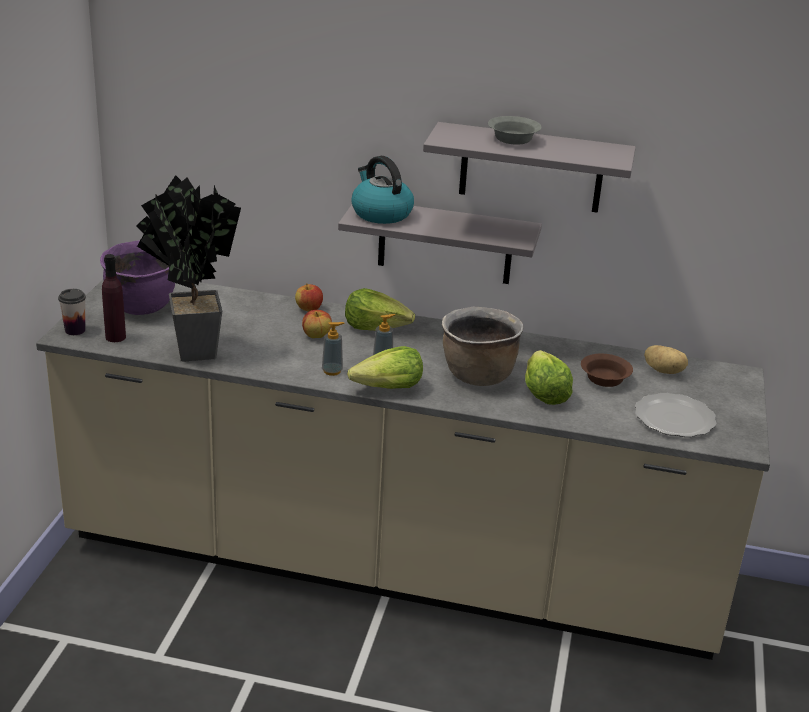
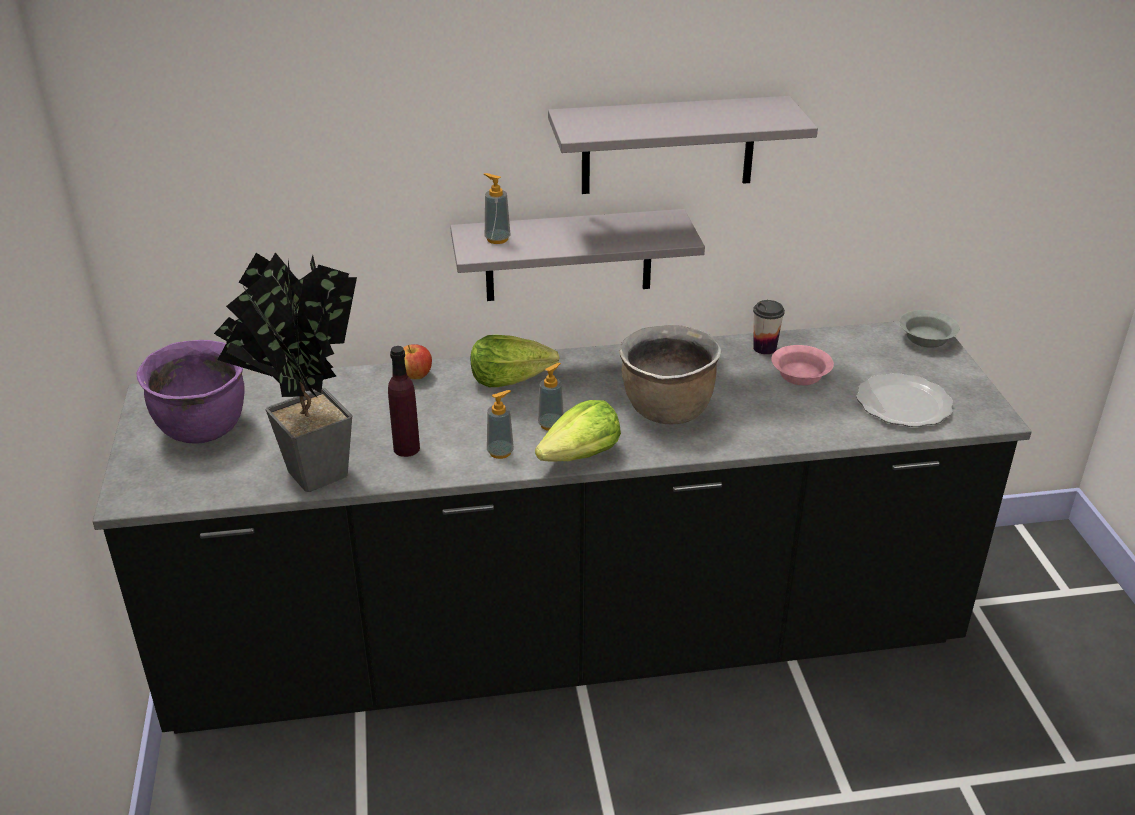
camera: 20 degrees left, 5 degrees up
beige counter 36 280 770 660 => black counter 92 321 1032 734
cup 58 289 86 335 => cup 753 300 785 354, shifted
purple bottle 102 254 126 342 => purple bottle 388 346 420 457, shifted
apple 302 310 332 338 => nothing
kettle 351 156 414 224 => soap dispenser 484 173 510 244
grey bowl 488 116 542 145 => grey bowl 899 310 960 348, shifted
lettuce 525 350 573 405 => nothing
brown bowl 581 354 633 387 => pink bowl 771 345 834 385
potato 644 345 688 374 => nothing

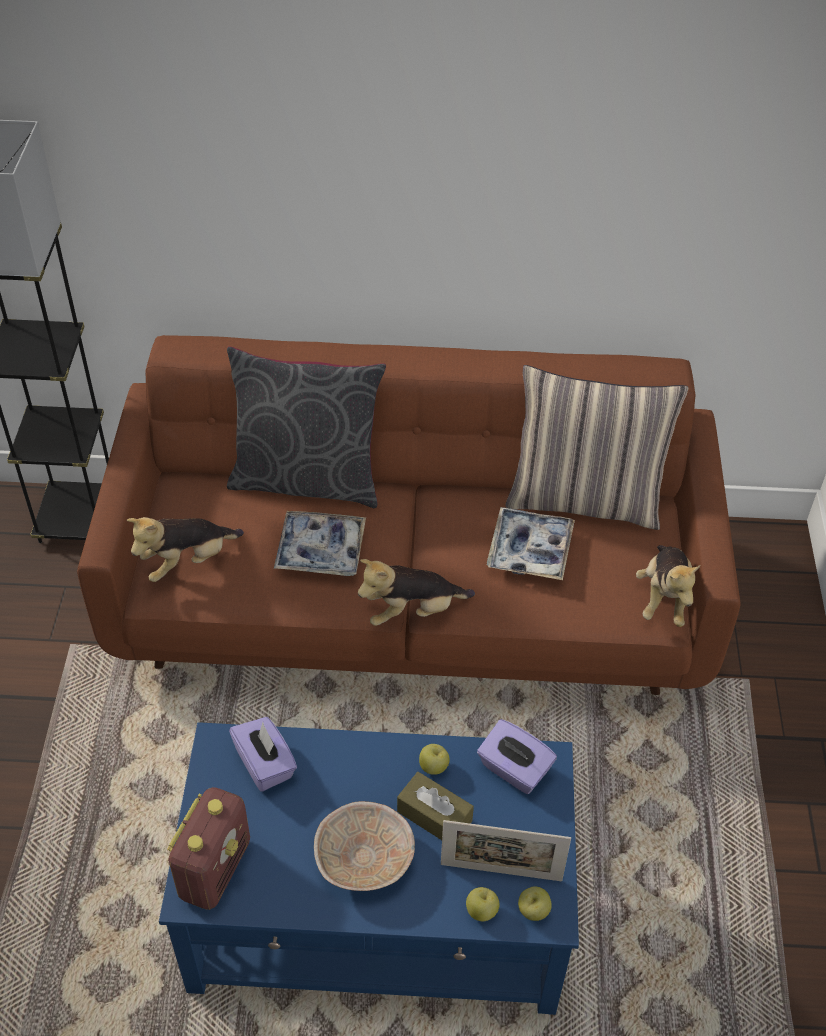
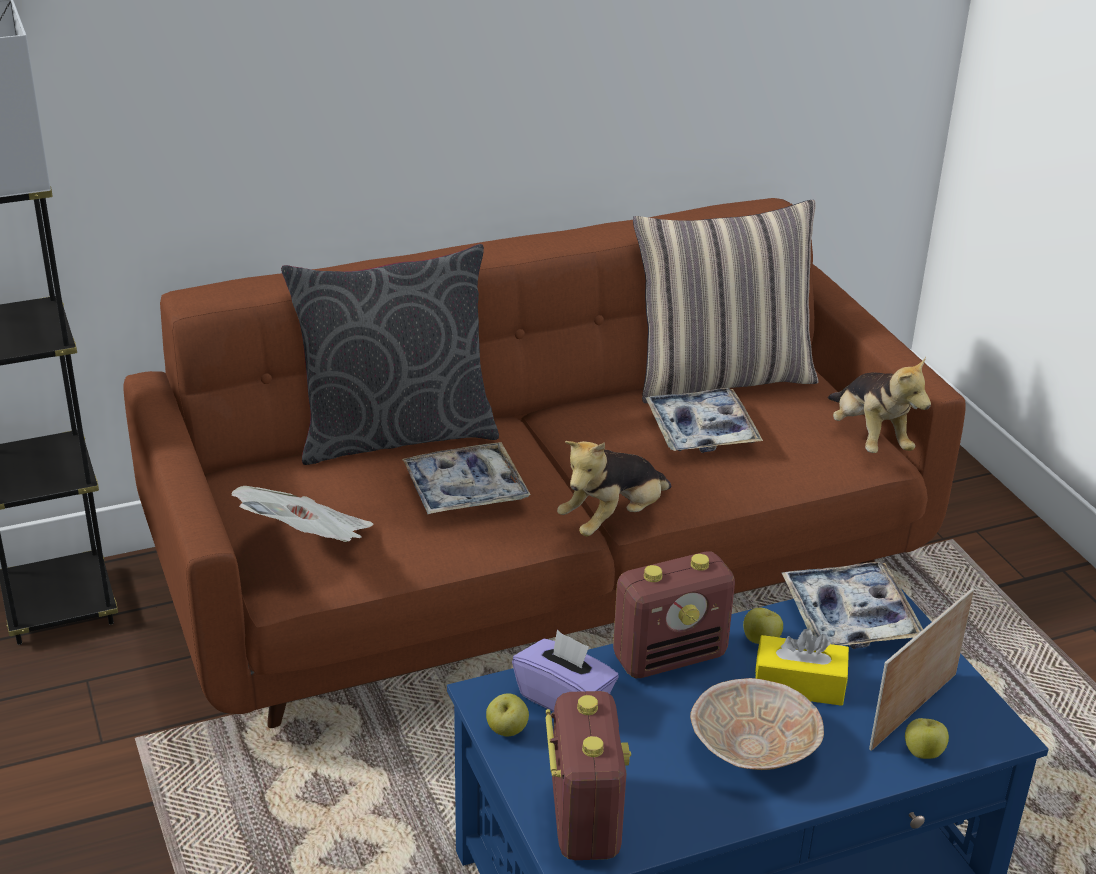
camera: 25 degrees left, 15 degrees down
plush toy 127 517 244 582 => newspaper 232 486 373 542
brown tissue box 397 772 474 840 => yellow tissue box 755 629 849 706
picture frame 441 820 571 881 => picture frame 869 588 974 751, 150 degrees clockwise
purple tissue box 477 719 557 794 => tray 782 562 923 649
apple 518 886 552 921 => apple 486 693 529 737, shifted
nothing => radio 613 551 735 678

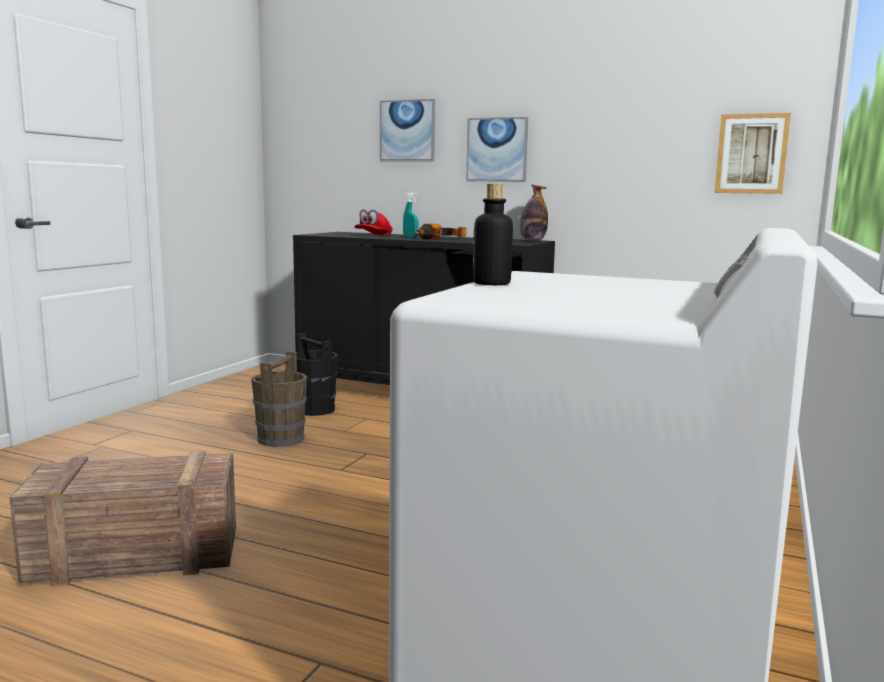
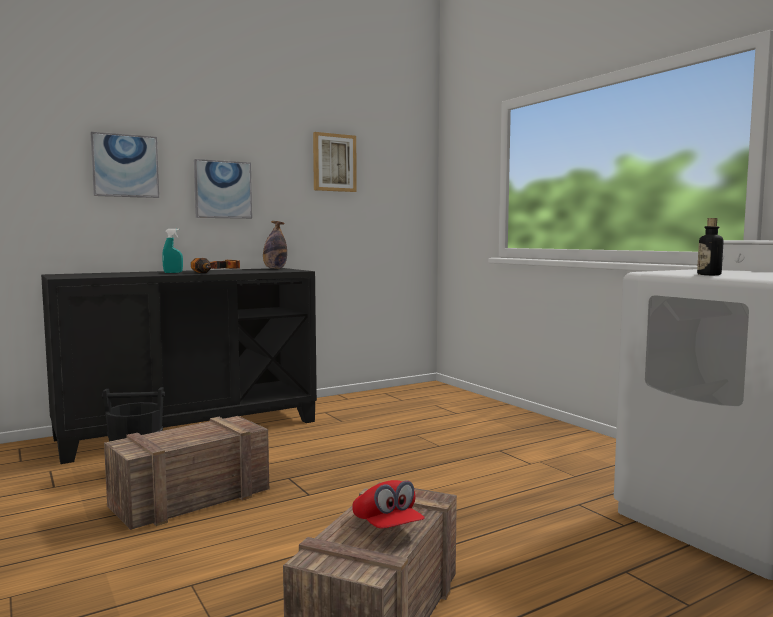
camera: 55 degrees left, 5 degrees down
brown bucket 251 351 307 447 => crate 104 416 269 530
red cap 354 209 392 236 => red cap 352 480 425 529, shifted
picture 714 113 791 194 => picture 313 132 357 192, shifted

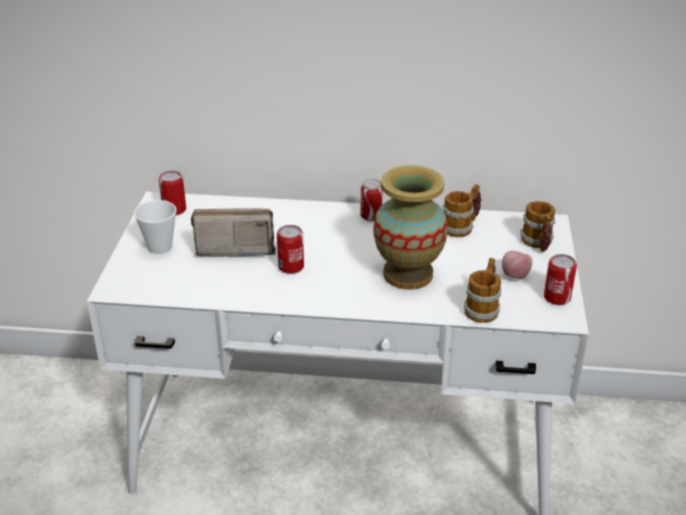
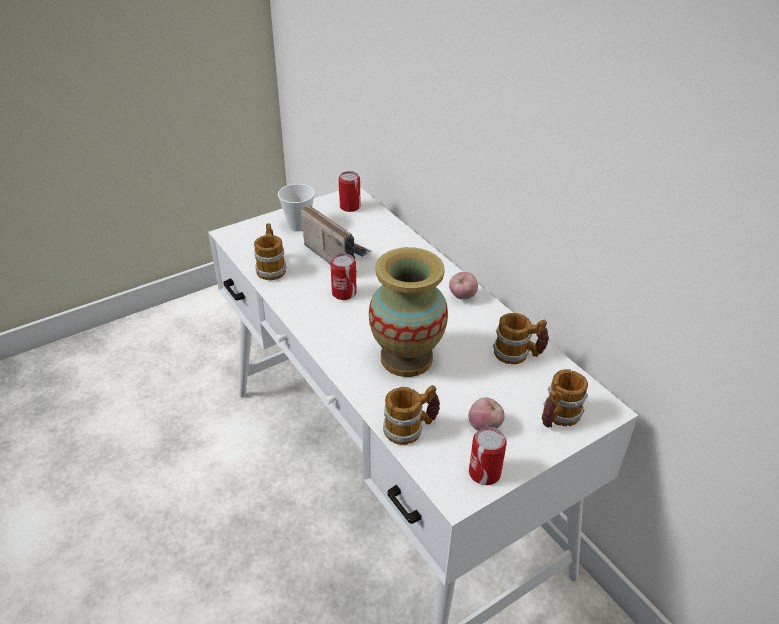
camera: 50 degrees right, 5 degrees up
can 360 179 383 222 => apple 449 272 478 300
nothing => mug 254 224 286 280

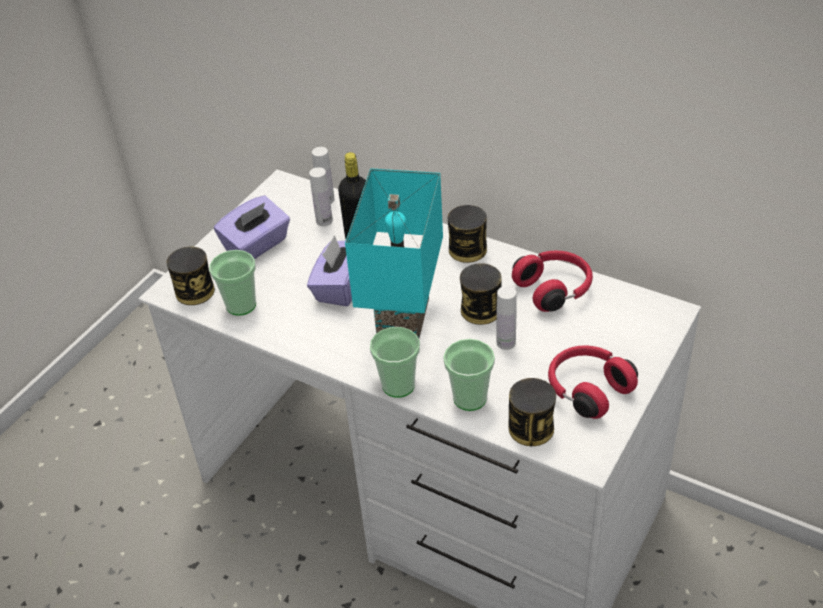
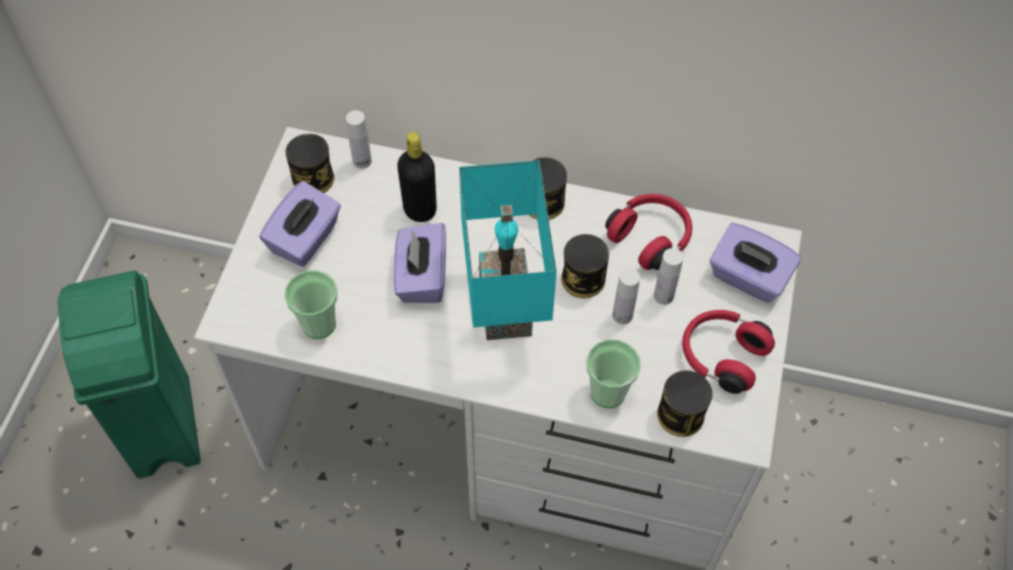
camera: 20 degrees left, 15 degrees up
can 166 246 215 305 => can 285 134 334 193, shifted
white bottle 309 167 333 226 => white bottle 654 248 683 305, shifted
cup 370 327 420 398 => nothing
nothing => green trash can 58 271 201 478
nothing => purple tissue box 710 223 801 303

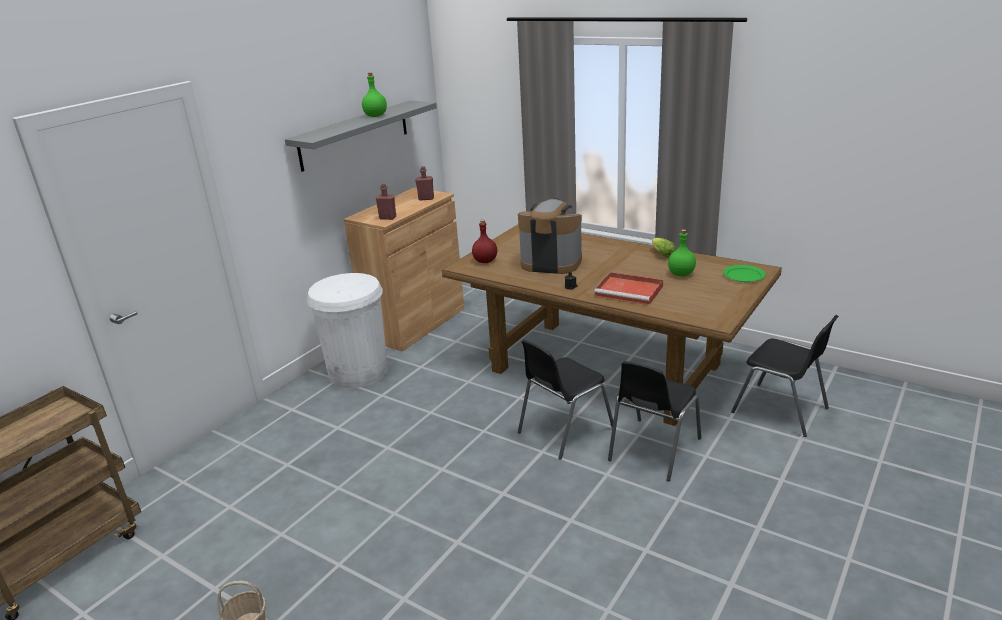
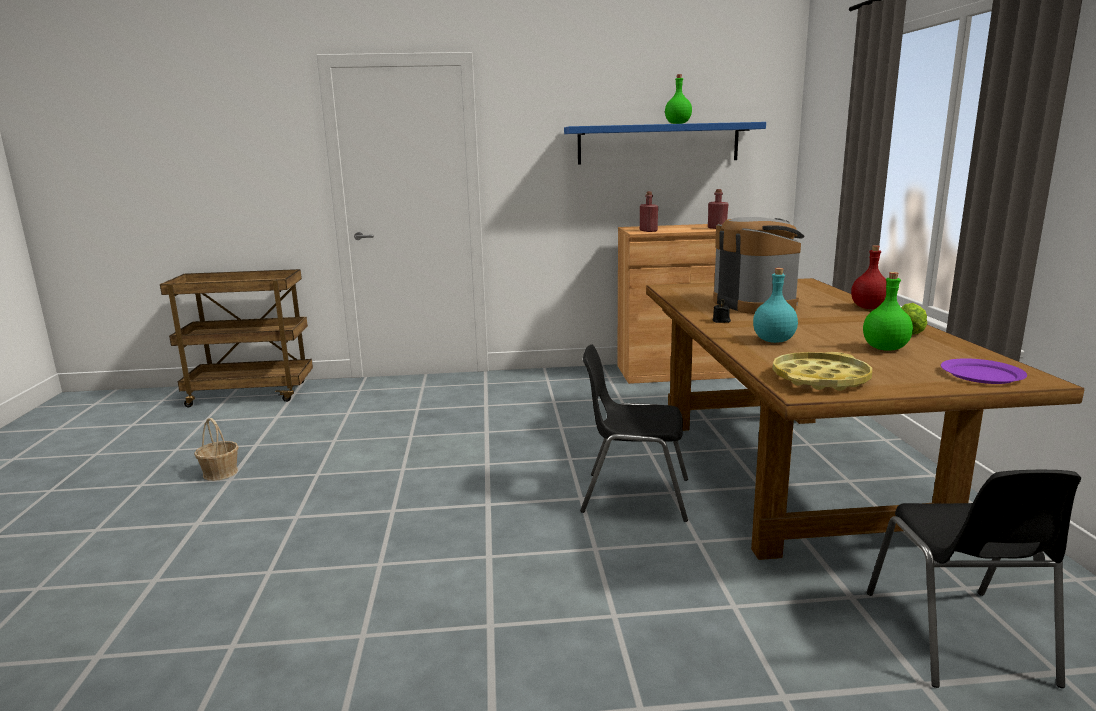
camera: 50 degrees right, 10 degrees down
grey shelf 285 100 437 172 => blue shelf 564 122 766 165
white trash can 307 273 387 388 => nothing
red bottle 472 220 497 263 => red bottle 851 245 887 309, shifted
red tray 594 272 663 305 => turquoise bottle 753 268 798 343
black chair 608 361 701 481 => nothing
green plate 723 265 766 282 => purple plate 941 358 1027 384
nothing => yellow tray 773 352 872 391

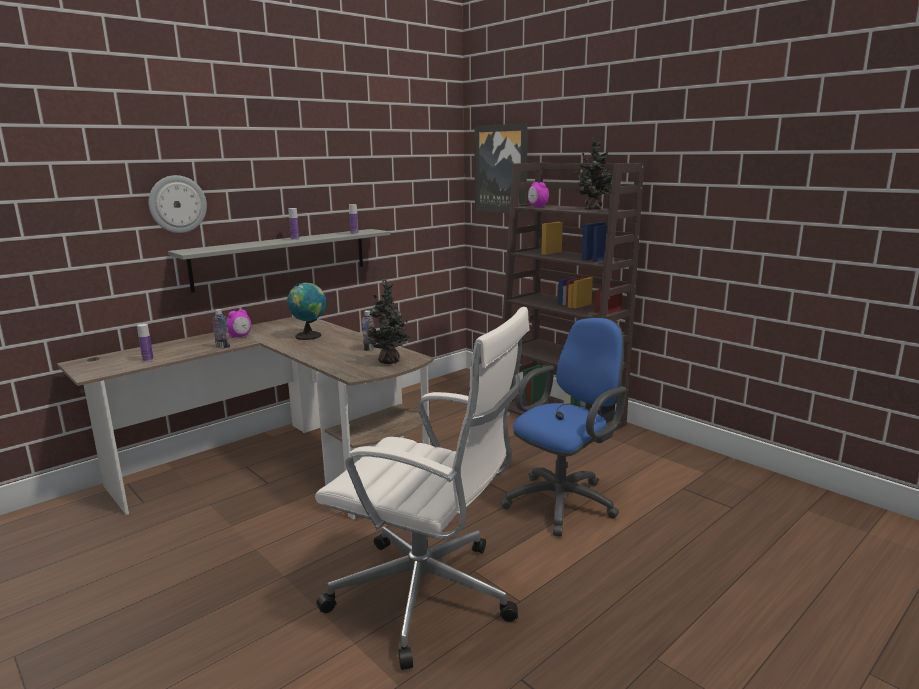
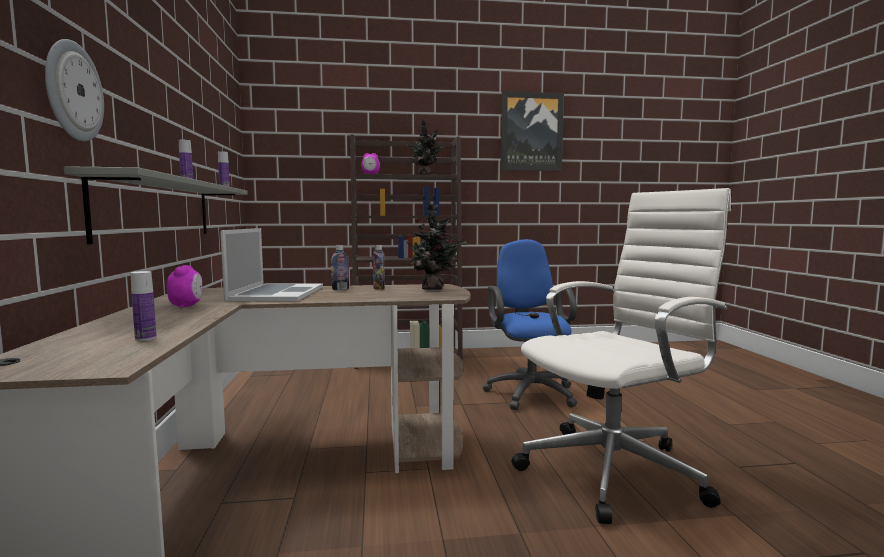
camera: 55 degrees left, 10 degrees down
bottle 213 309 230 348 => bottle 331 245 349 290, shifted
globe 287 283 326 340 => laptop 220 228 323 301
picture 474 123 528 215 => picture 501 91 564 171, shifted

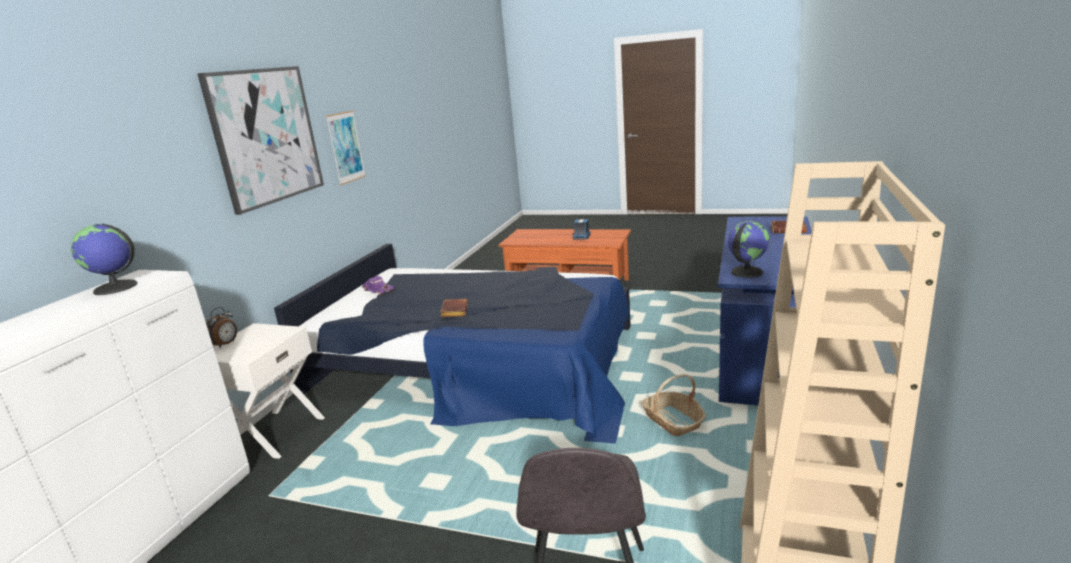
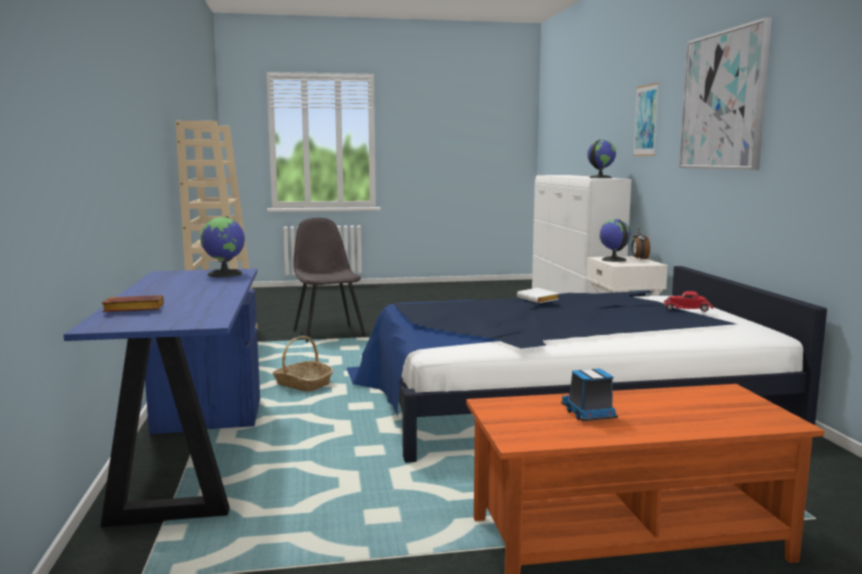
camera: 150 degrees right, 10 degrees down
picture 325 110 366 185 => picture 633 83 659 156, shifted
purple toy car 362 276 394 296 => red toy car 664 291 714 312
brown book 440 299 468 317 => white book 517 288 559 303
nothing => globe 599 219 631 262

